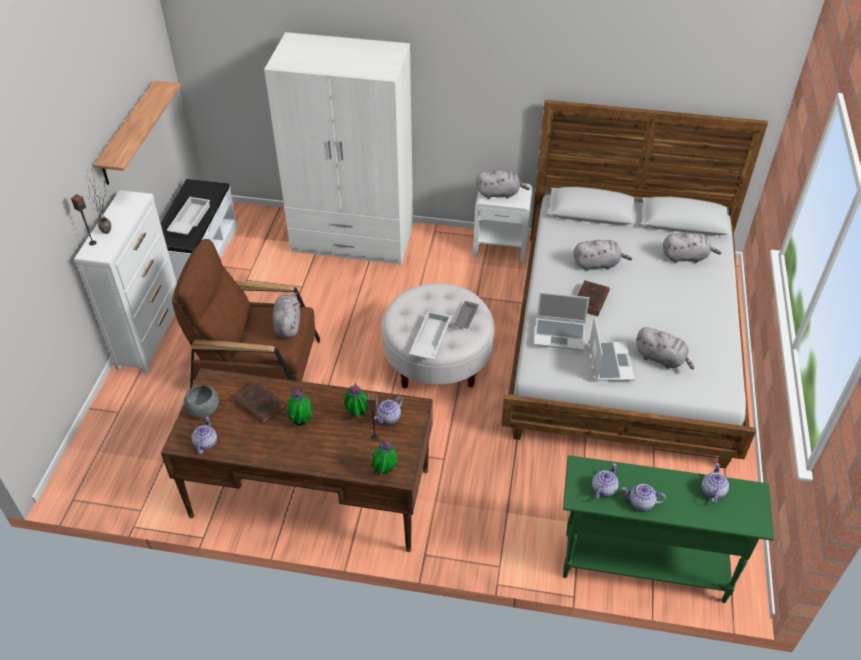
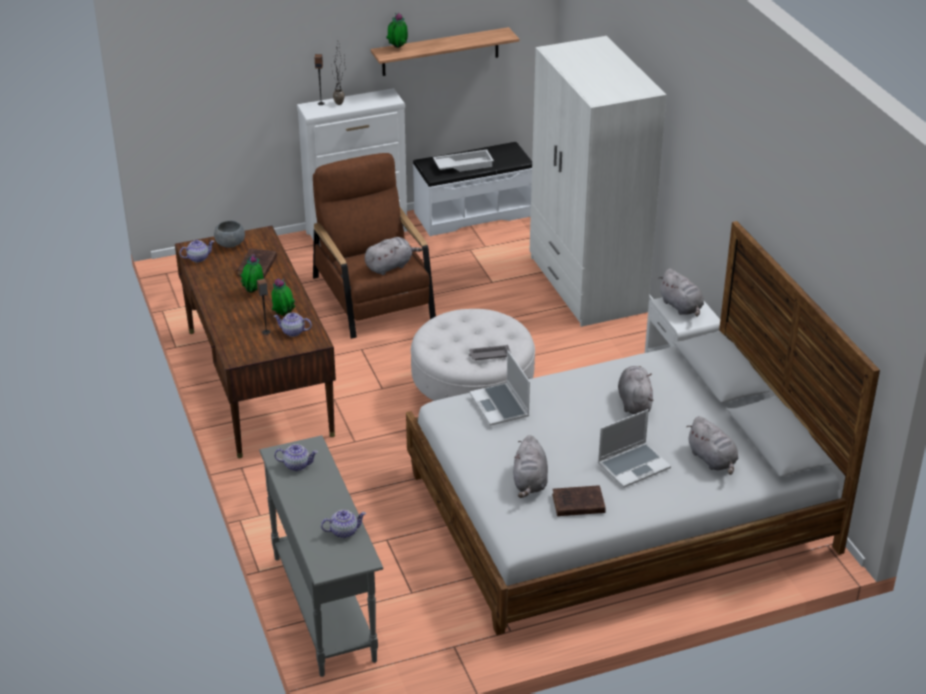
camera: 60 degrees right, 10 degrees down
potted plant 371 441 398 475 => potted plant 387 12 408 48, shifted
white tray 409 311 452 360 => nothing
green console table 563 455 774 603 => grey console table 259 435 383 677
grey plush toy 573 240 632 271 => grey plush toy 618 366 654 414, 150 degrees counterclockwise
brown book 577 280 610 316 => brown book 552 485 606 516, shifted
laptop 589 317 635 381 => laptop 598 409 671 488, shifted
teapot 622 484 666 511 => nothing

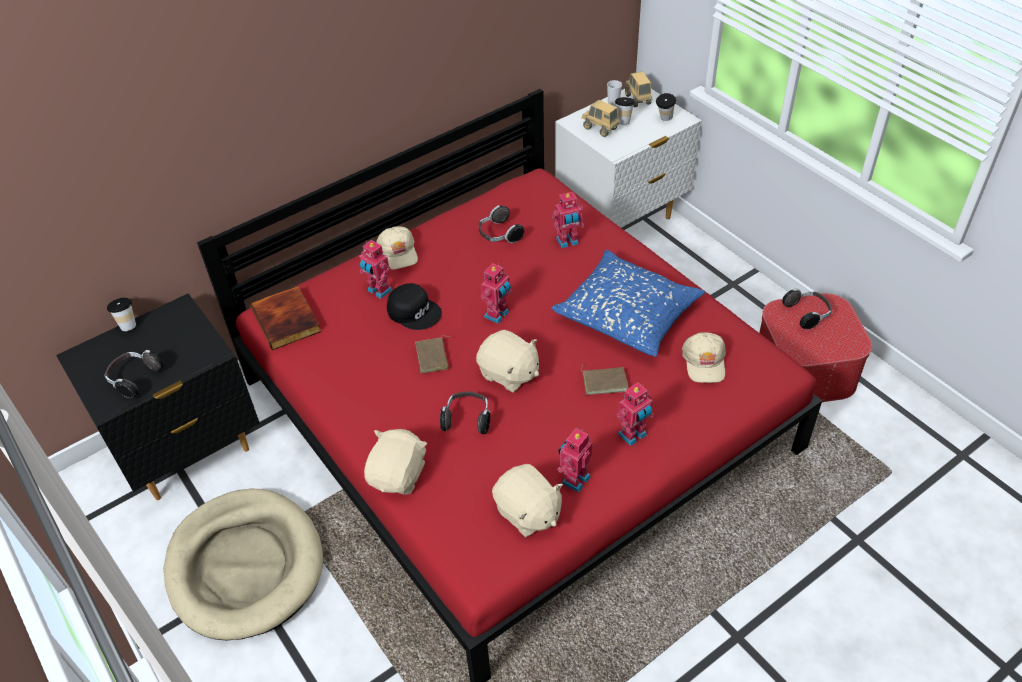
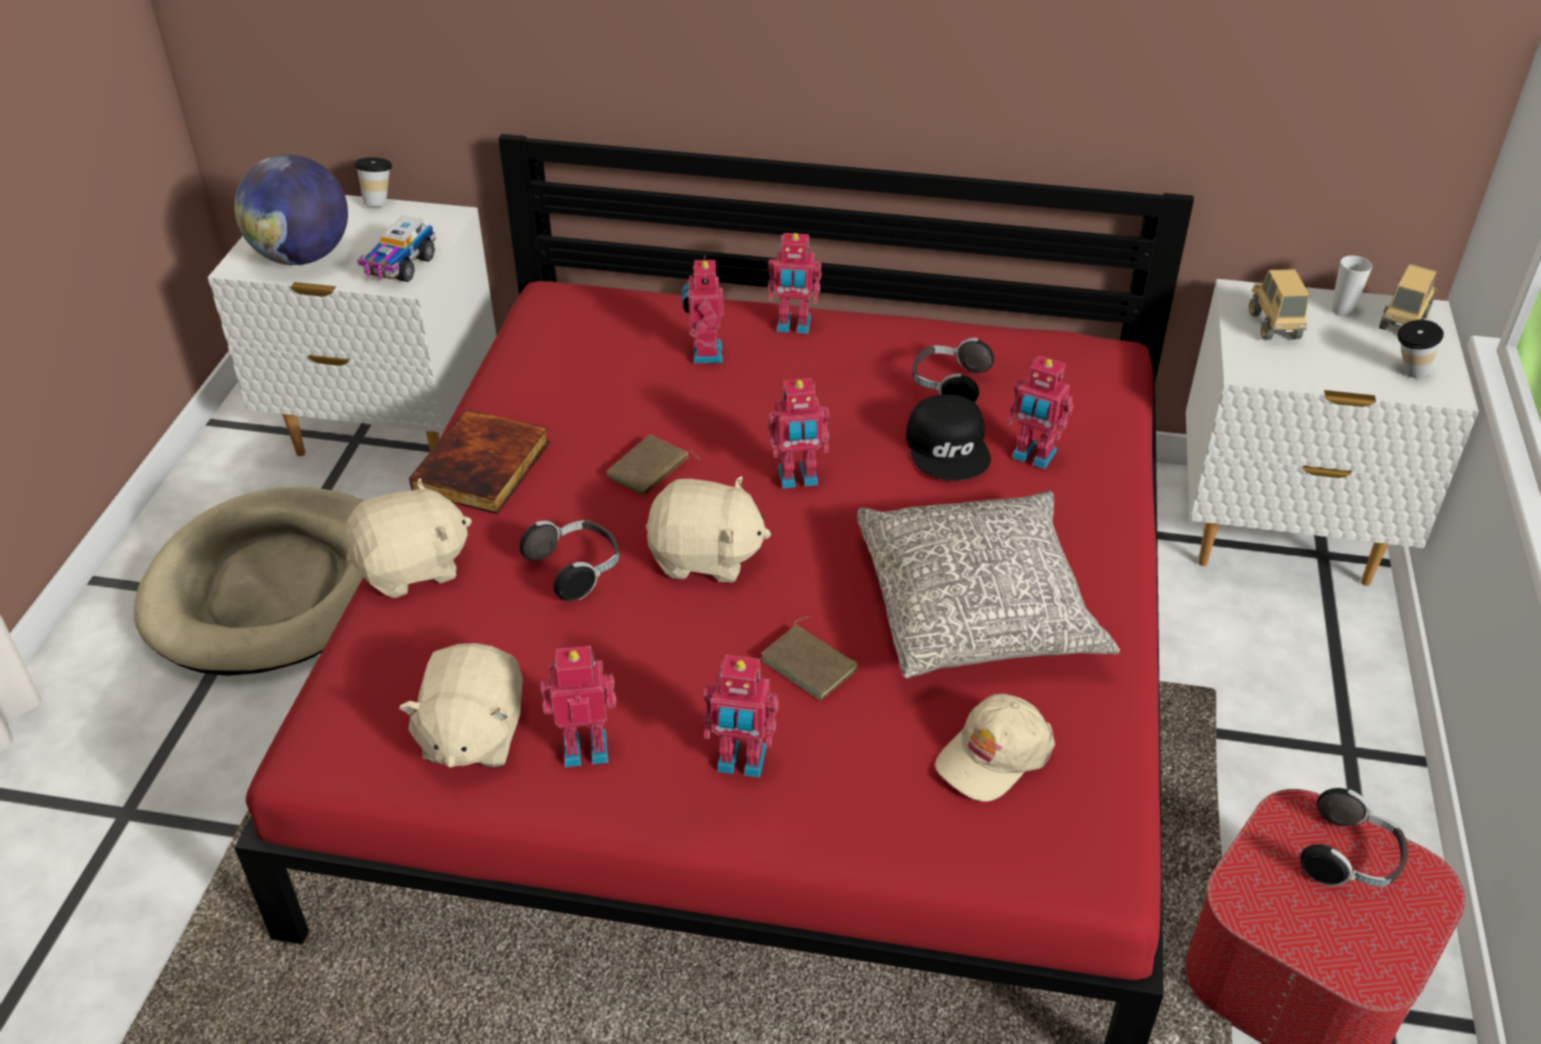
camera: 45 degrees right, 5 degrees down
black nightstand 56 293 260 500 => white nightstand 208 195 497 456
headphones 104 350 164 398 => globe 234 155 348 265
book 250 286 321 350 => book 409 409 550 514, shifted
beige cap 376 226 418 270 => toy robot 768 233 821 334
black cap 387 283 442 330 => black cap 906 395 991 481, shifted
beige plush toy 476 330 539 392 => beige plush toy 646 476 771 583, 75 degrees counterclockwise
blue pillow 552 250 705 357 => grey pillow 857 491 1120 679
cup 615 97 635 125 => nothing
nothing => toy truck 357 215 436 282

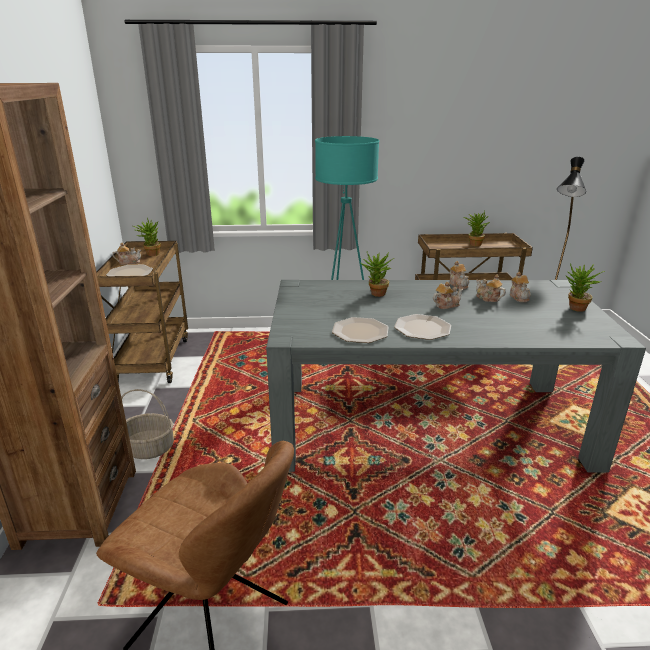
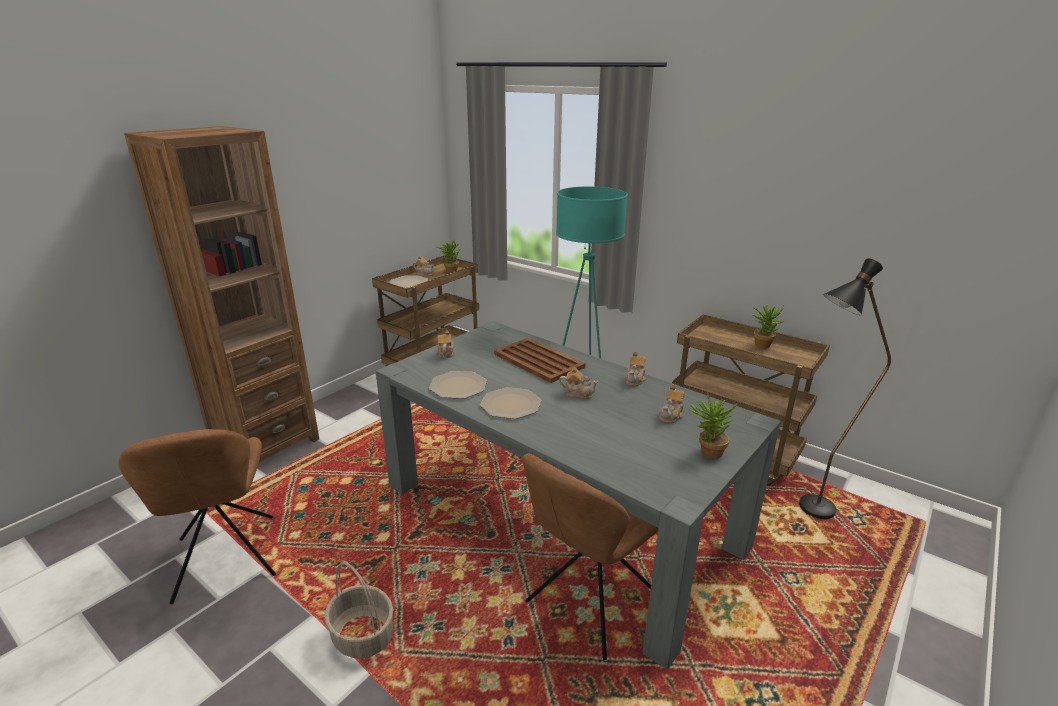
camera: 40 degrees right, 0 degrees up
basket 121 389 174 459 => basket 324 561 393 658, shifted
potted plant 360 252 395 297 => brown tray 494 338 586 383
teapot 476 274 506 302 => teapot 437 330 454 358, shifted
nothing => brown chair 522 453 659 660

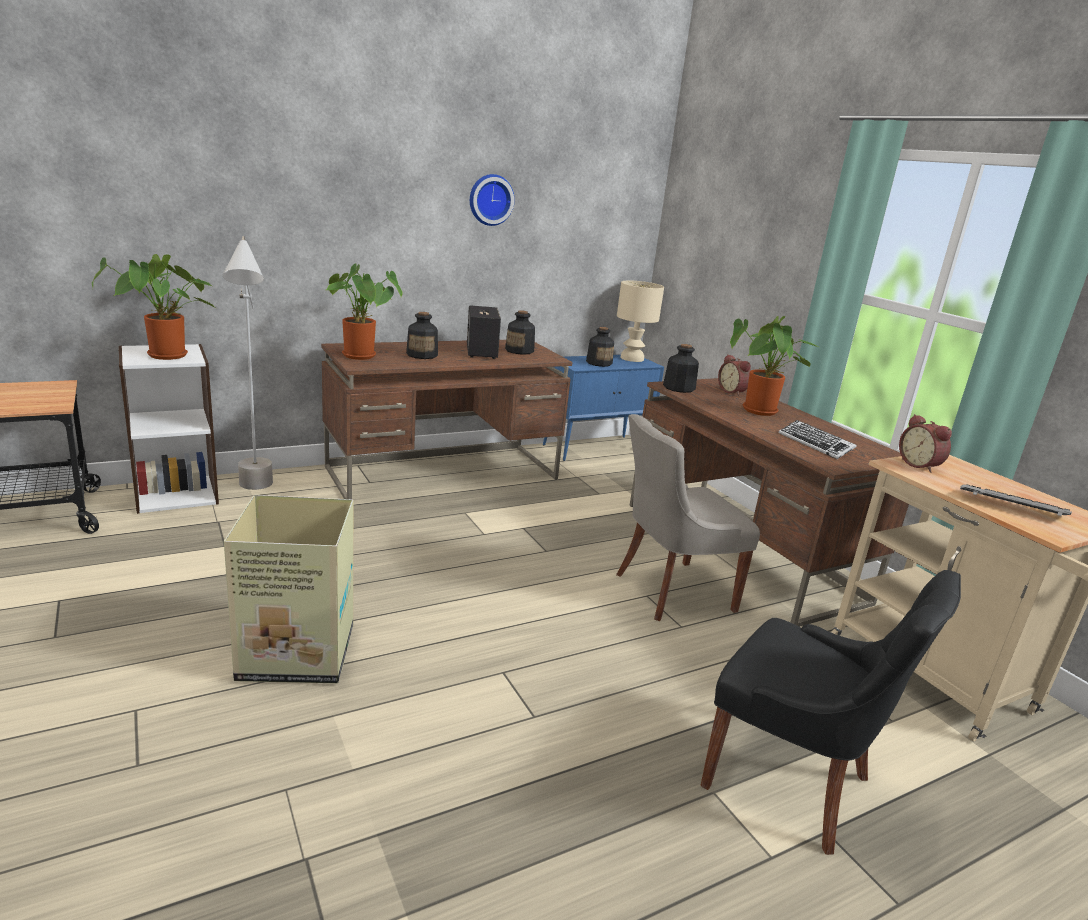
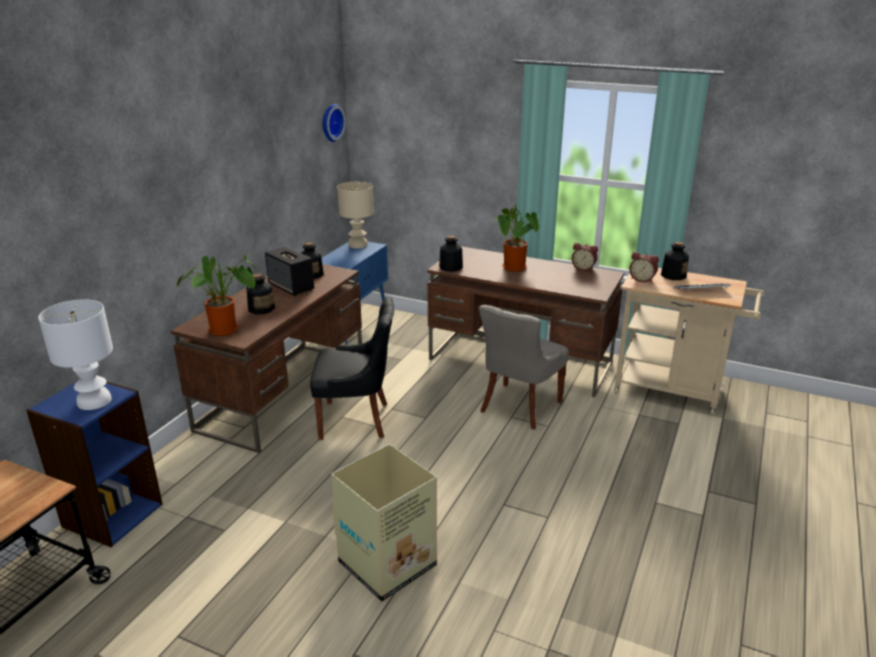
camera: 35 degrees left, 5 degrees up
potted plant 92 254 214 360 => white table lamp 38 299 113 410
white bookcase 118 344 219 514 => blue bookcase 26 381 163 547
grey floor lamp 223 236 273 490 => nothing
wall clock 470 174 515 226 => wall clock 323 104 346 142, shifted
bottle 586 327 614 367 => bottle 661 242 689 280, shifted
black chair 701 570 961 855 => black chair 310 297 395 440, shifted
alarm clock 718 354 751 396 => alarm clock 572 243 598 271, shifted
keyboard 779 420 856 459 => nothing

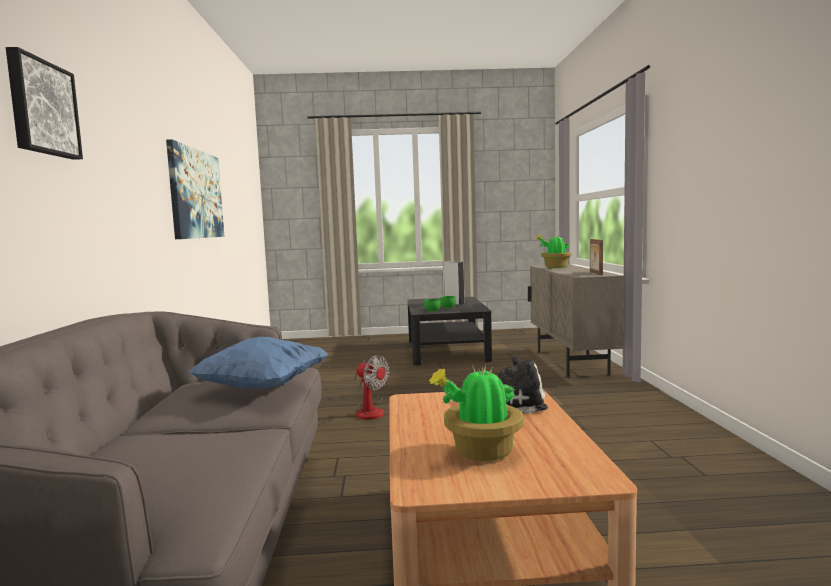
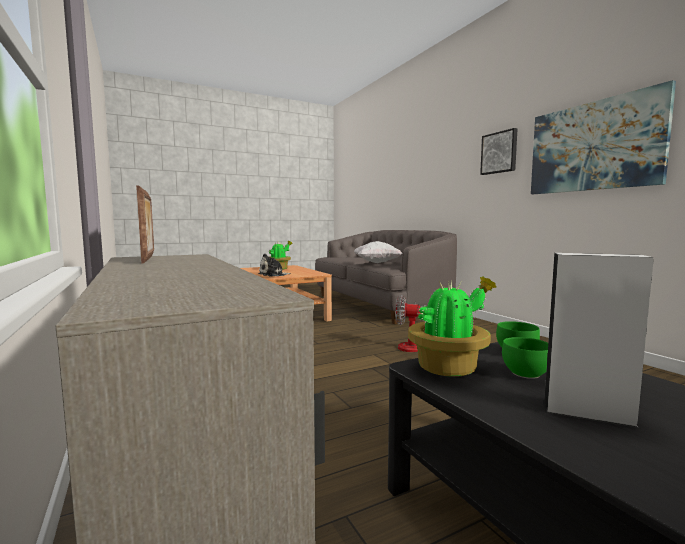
camera: 155 degrees right, 0 degrees up
picture 6 47 83 160 => picture 480 128 517 175, shifted
blue pillow 189 337 328 389 => white pillow 354 241 402 263
potted plant 535 234 572 268 => potted plant 408 277 496 377, shifted

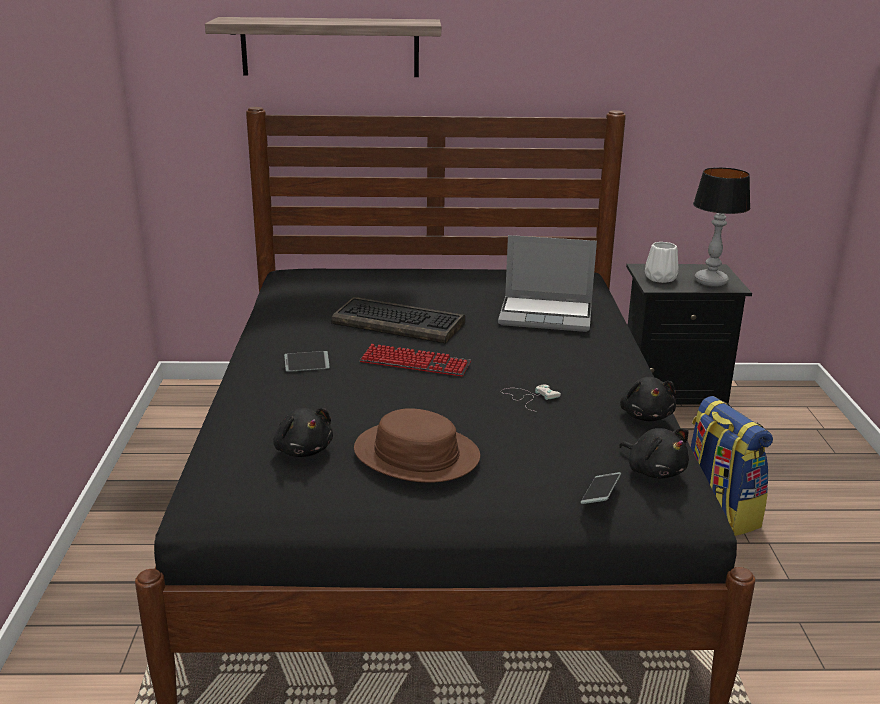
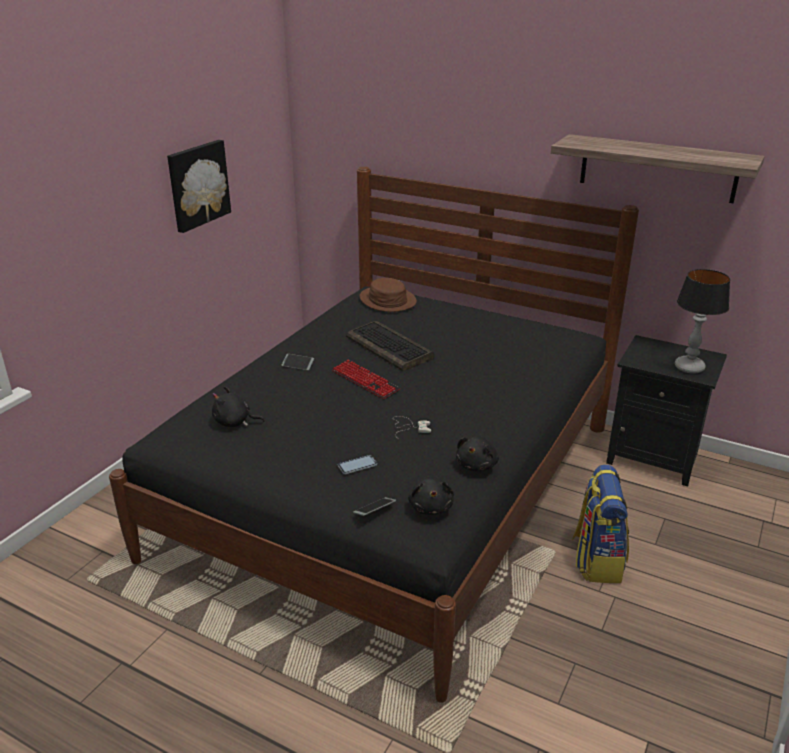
camera: 30 degrees right, 5 degrees up
shelf 205 17 441 77 => shelf 551 134 765 203, shifted
black plush toy 273 408 333 457 => black plush toy 212 386 265 427, 105 degrees clockwise
brown hat 354 408 480 483 => brown hat 360 278 417 312, shifted
laptop 498 235 597 332 => nothing
white vase 645 242 679 283 => nothing
nothing => picture 167 140 231 233
nothing => phone 338 455 377 474

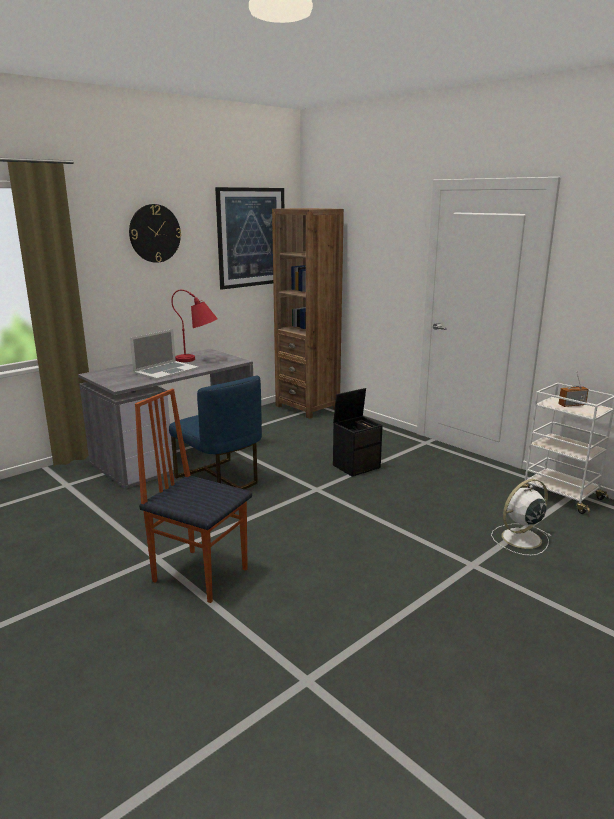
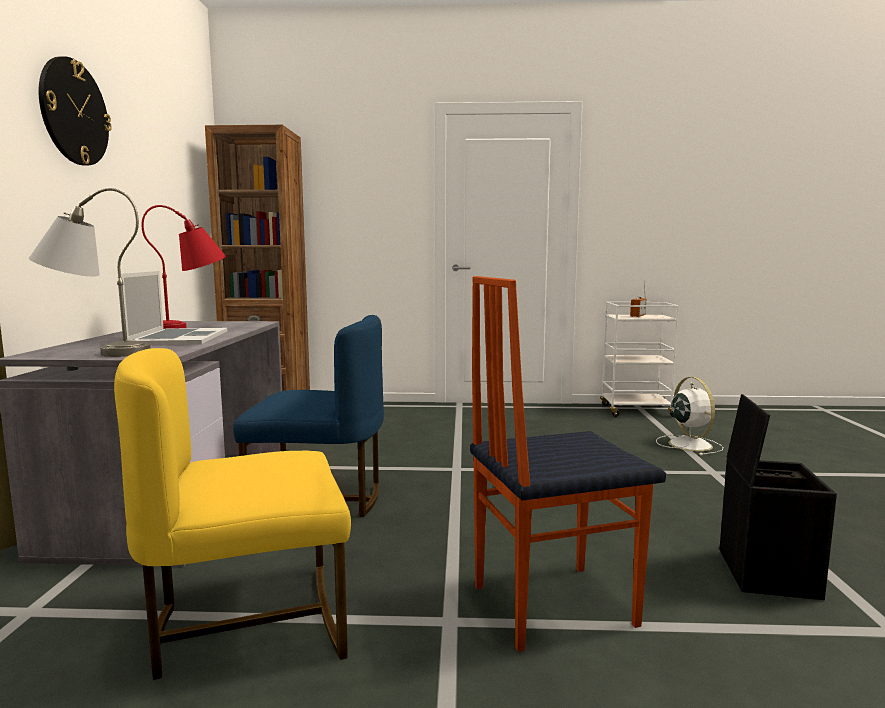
camera: 45 degrees left, 10 degrees down
picture 215 187 284 290 => nothing
black storage box 333 388 383 477 => black storage box 719 394 837 600, shifted
white fan 491 479 551 556 => white fan 656 377 723 456, 150 degrees clockwise
nothing => grey table lamp 29 188 151 357
nothing => yellow chair 114 348 351 680

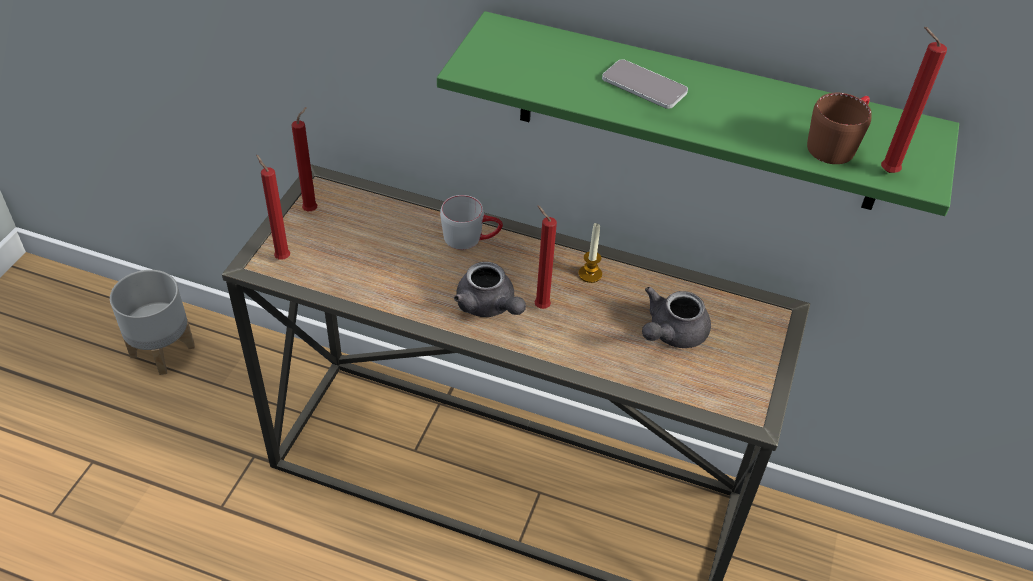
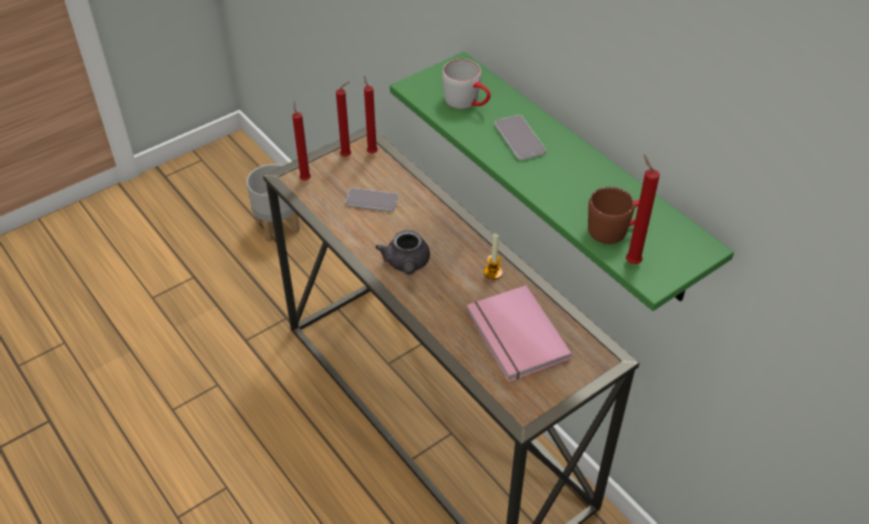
camera: 35 degrees right, 0 degrees up
grey mug 440 195 503 250 => grey mug 442 59 491 109, shifted
red candle 535 205 557 309 => red candle 364 75 378 154, shifted
grey teapot 642 287 711 348 => pink book 467 285 572 382
nothing => phone 345 188 398 212

